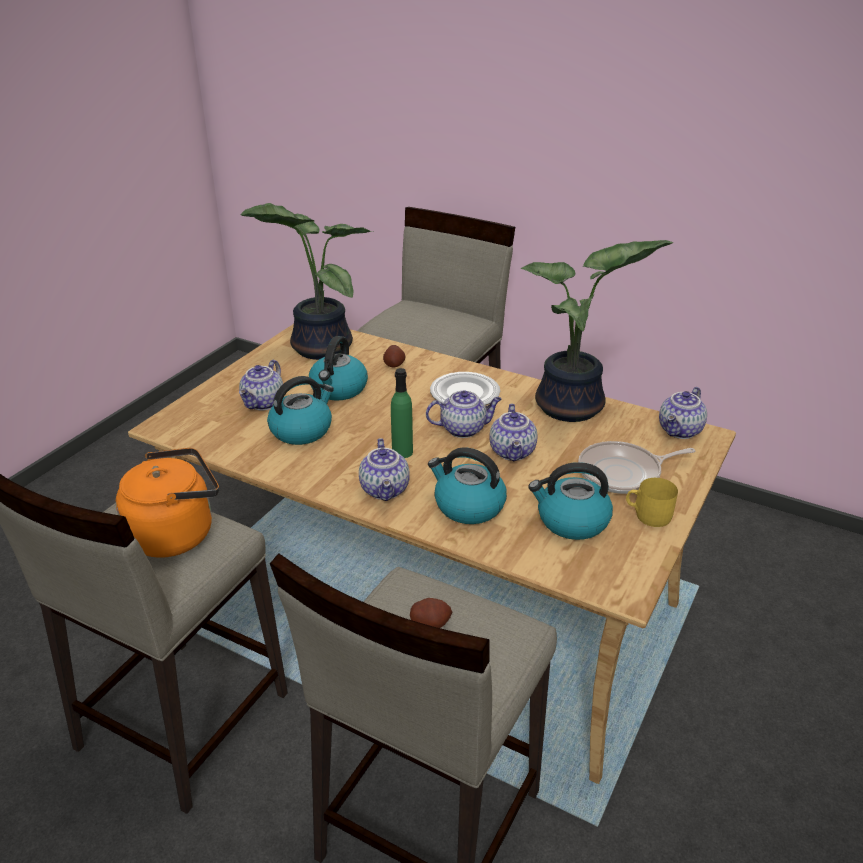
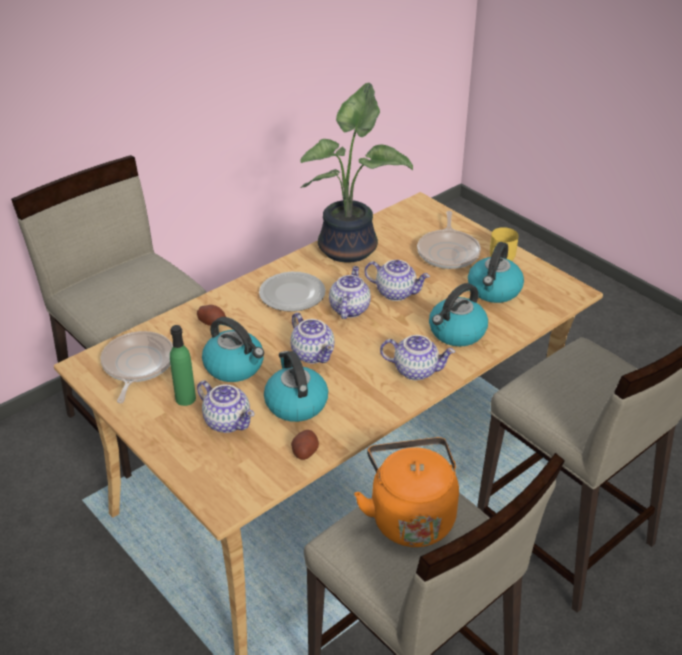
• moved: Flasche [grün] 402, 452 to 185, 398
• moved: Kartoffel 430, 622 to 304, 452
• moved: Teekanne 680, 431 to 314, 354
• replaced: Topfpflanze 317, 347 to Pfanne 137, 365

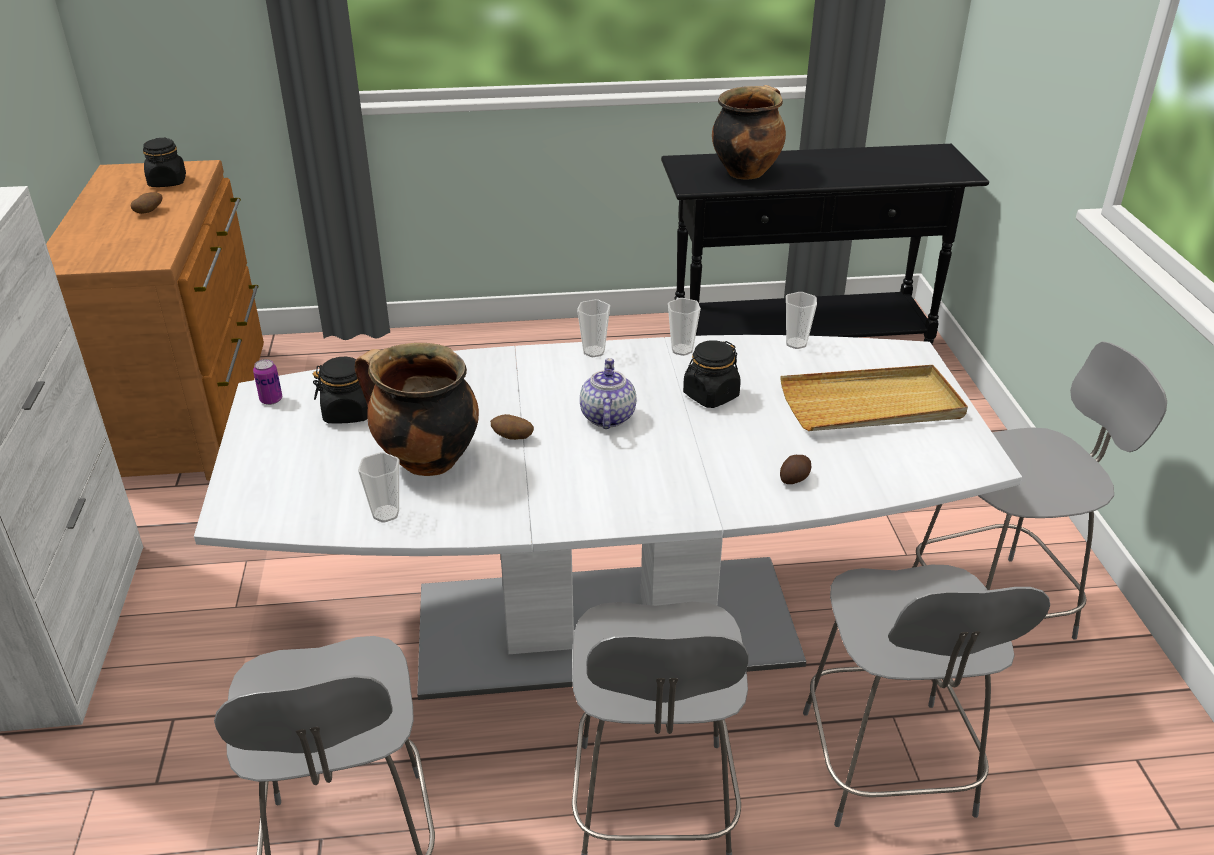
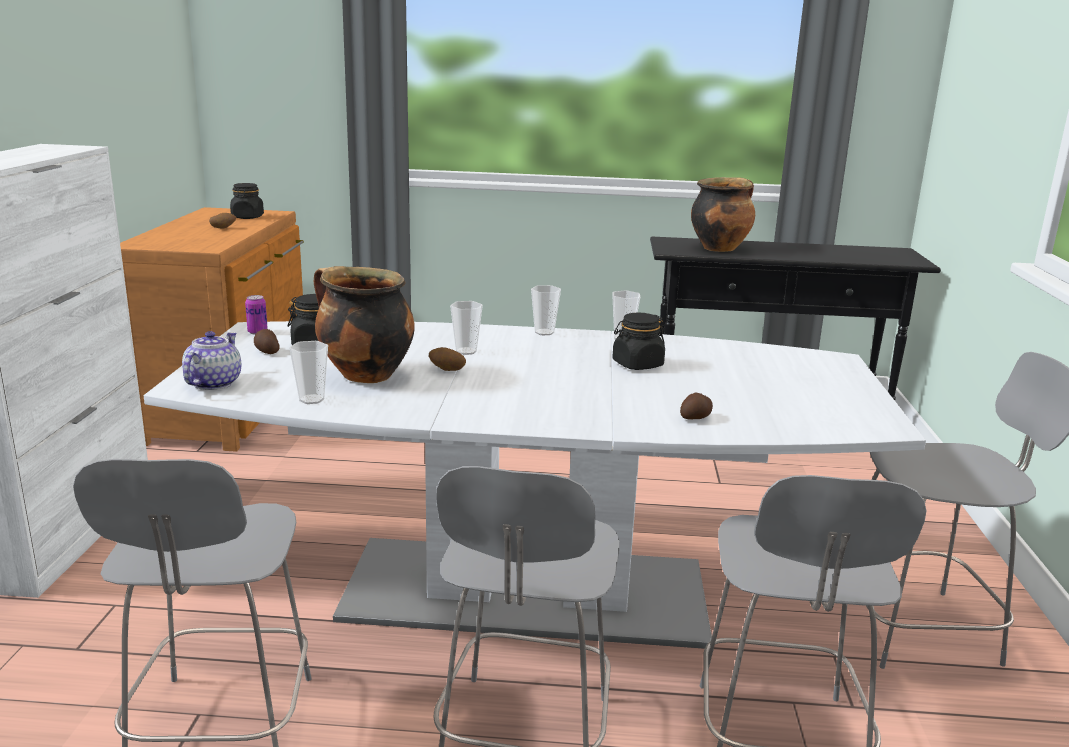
• removed: Tablett [beige] 872, 405
• added: Kartoffel 266, 351
• moved: Teekanne 607, 416 to 213, 383
• moved: Tasse 796, 343 to 466, 351

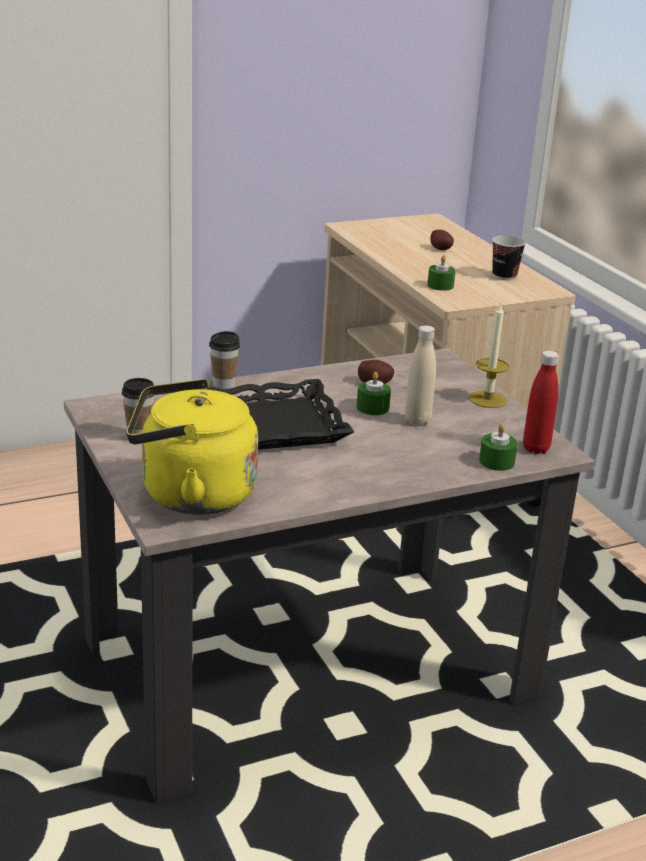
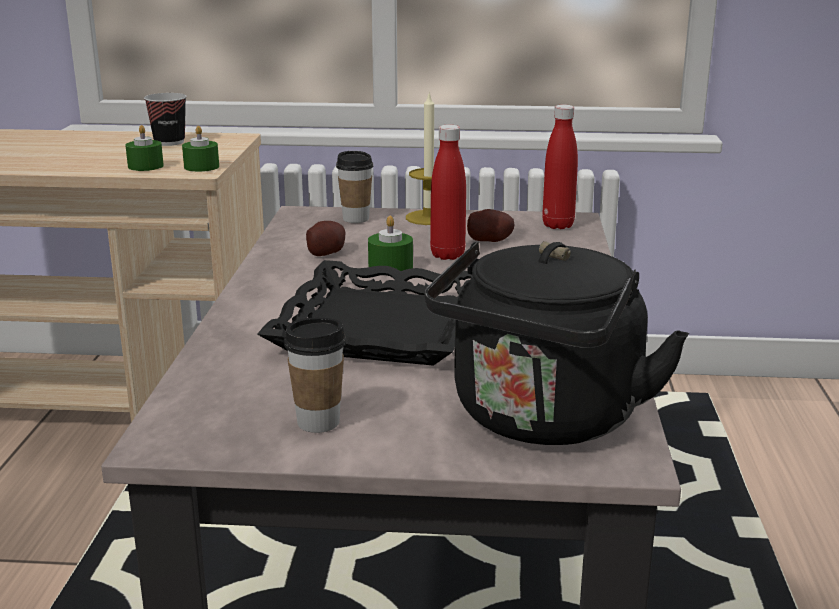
• moved: Tasse 224, 386 to 356, 219
• moved: Kartoffel 441, 248 to 490, 240
• moved: Kerze [grün] 496, 462 to 201, 167
• recoloured: Wasserkessel [gelb] 190, 495 to Wasserkessel [schwarz] 542, 420
• recoloured: Flasche [beige] 417, 421 to Flasche [rot] 447, 255

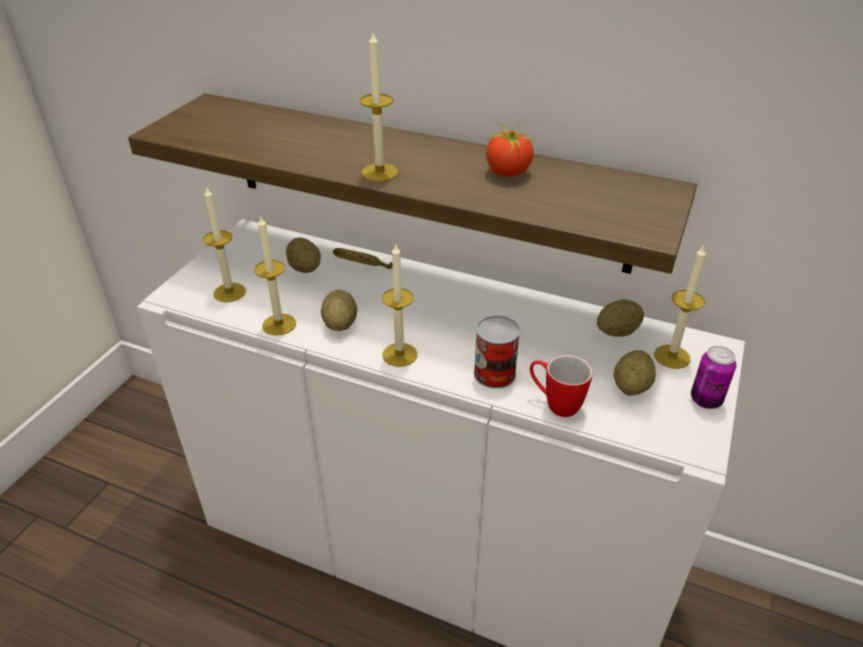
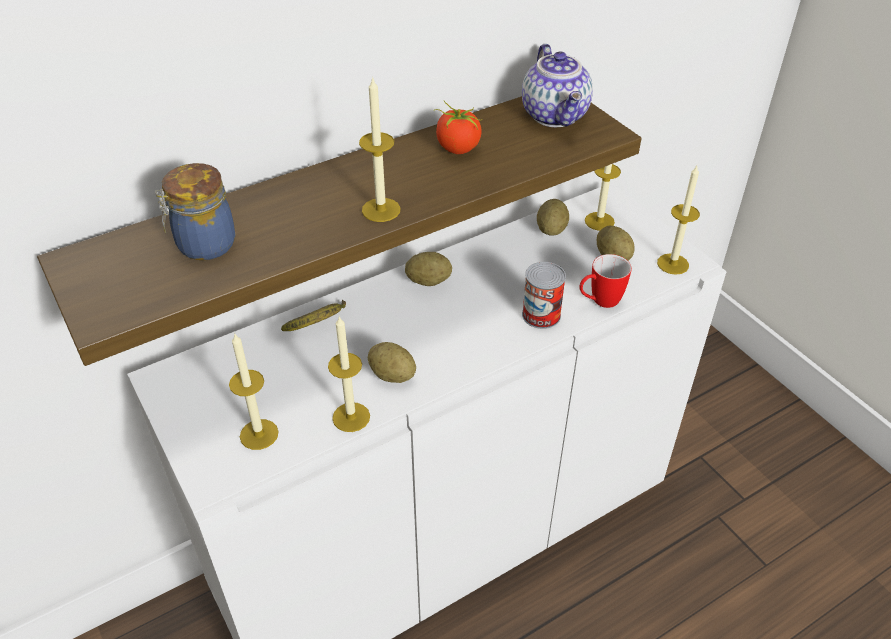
• removed: Dose 705, 400
• added: Vorratsglas 204, 245
• added: Teekanne 556, 116
• moved: Kartoffel 305, 268 to 428, 281
• moved: Kerze 399, 354 to 673, 264

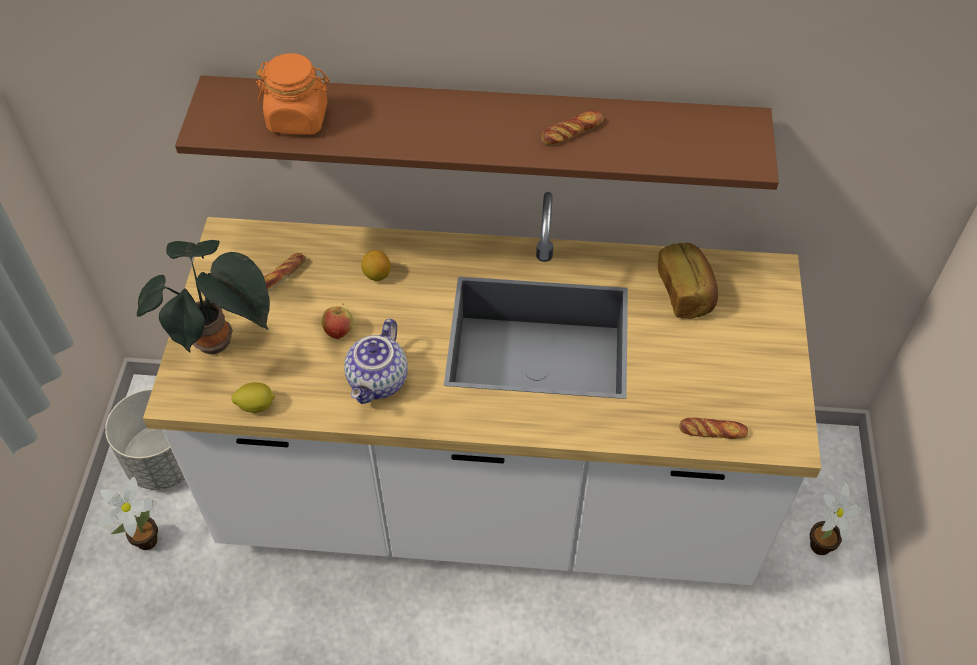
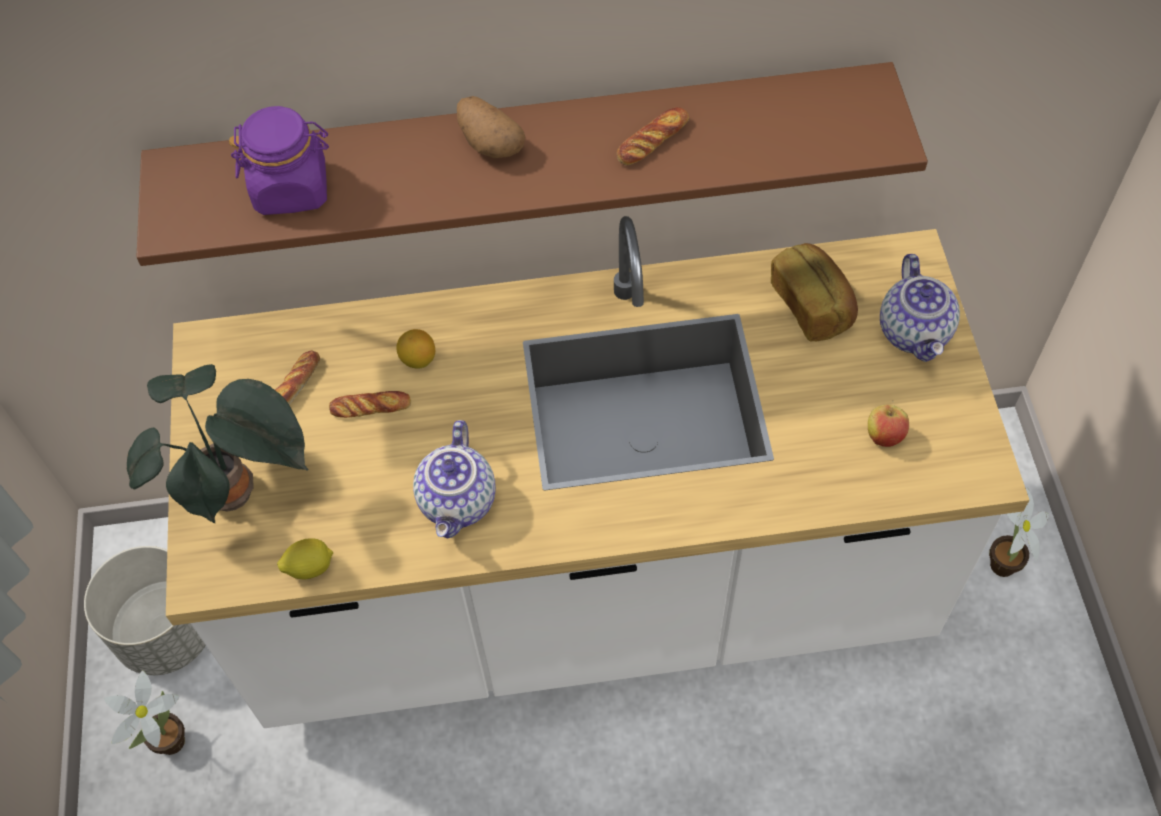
• added: Kartoffel 489, 143
• added: Teekanne 915, 332
• moved: Apfel 339, 332 to 884, 436
• moved: Brot 712, 431 to 371, 407
• recoloured: Vorratsglas [orange] 298, 118 to Vorratsglas [lila] 292, 188

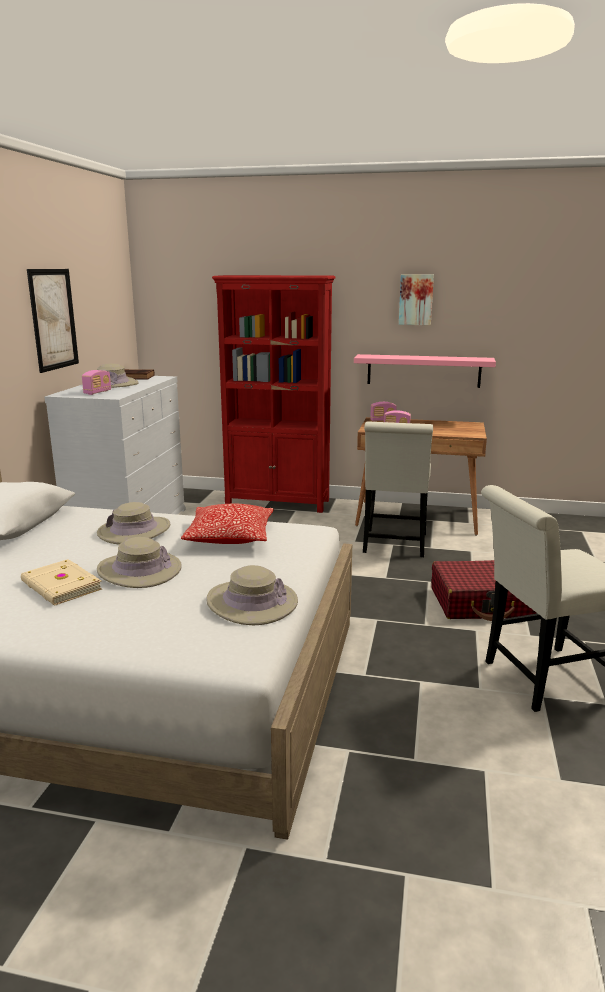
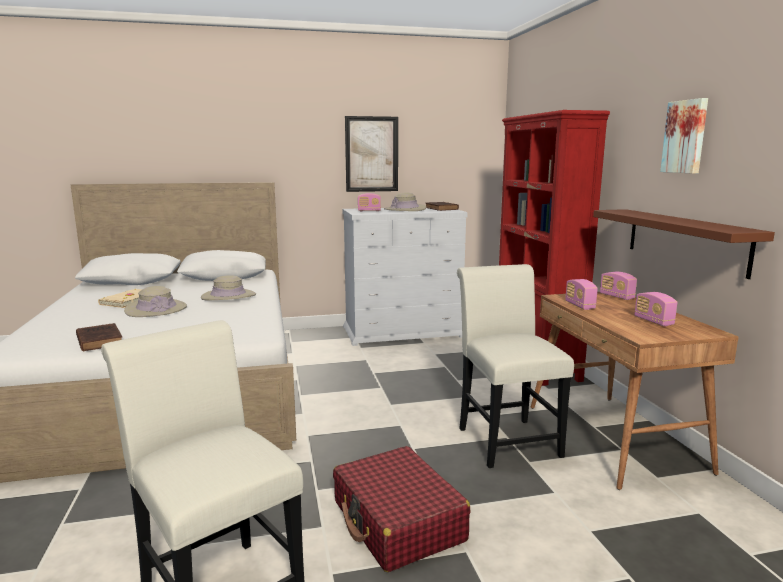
• removed: Kissen 230, 537
• added: Radio 653, 321
• replaced: Hut [beige] 252, 602 to Buch [braun] 99, 340
• recoloured: Wandregal [rosa] 423, 370 to Wandregal [braun] 685, 240
• turned: Stuhl [weiß] 394, 545 = 505, 438 90 degrees clockwise

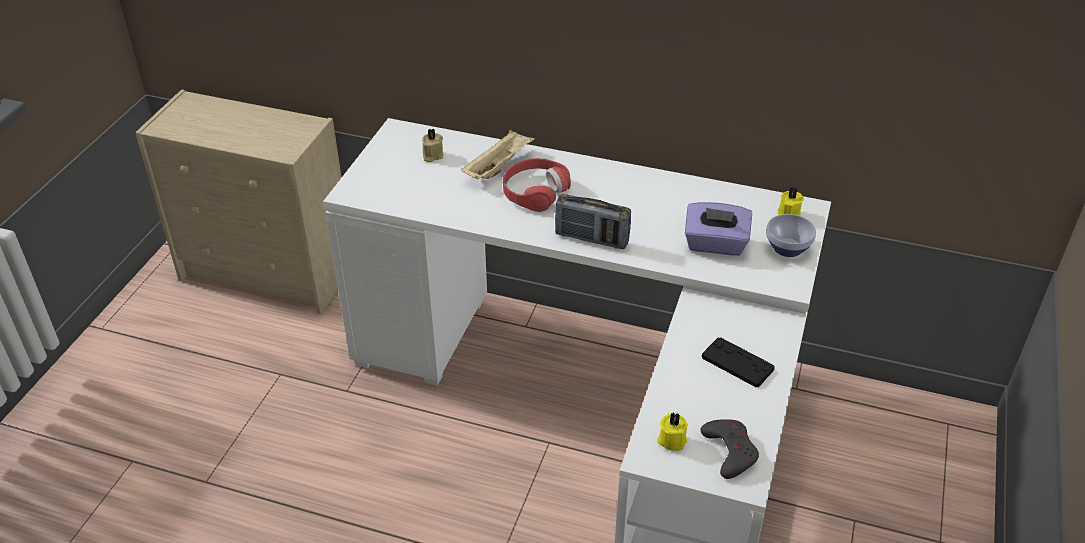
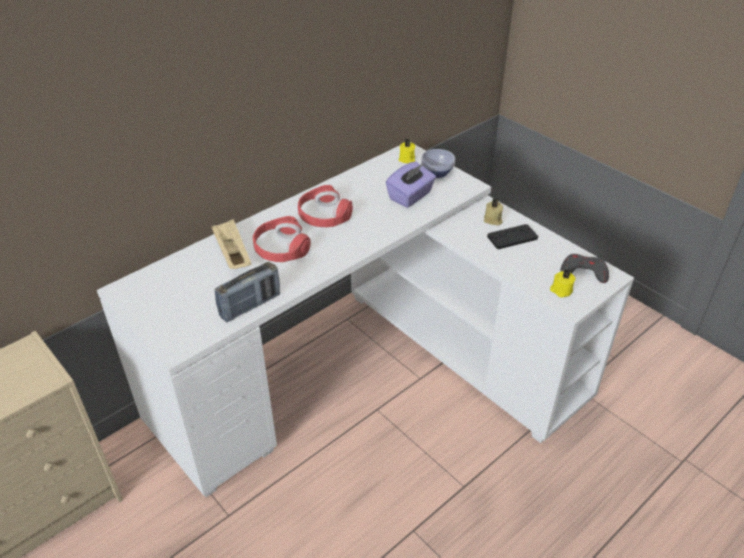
• added: Kopfhörer [rot] 324, 215
• moved: Kerze [beige] 432, 155 to 493, 220
• moved: Radio 591, 238 to 250, 306

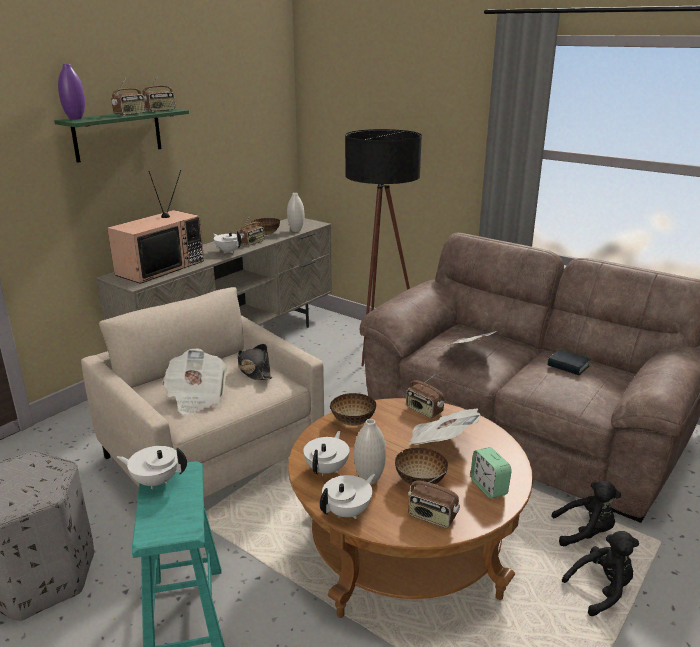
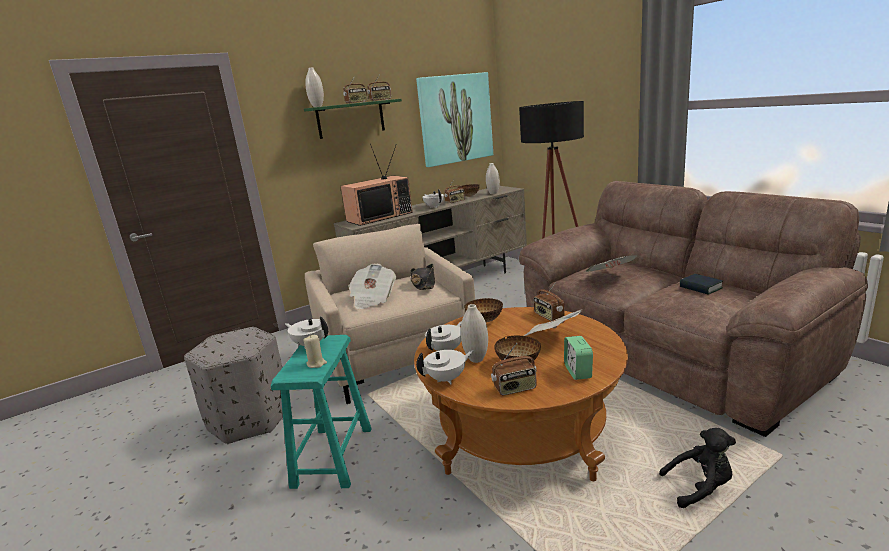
• removed: Plüschtier [schwarz] 585, 533
• added: Kerze [beige] 316, 363
• added: Bild 455, 119
• recoloured: Vase [lila] 75, 118 to Vase [weiß] 317, 106
• turned: Radio 432, 517 = 515, 389 60 degrees counterclockwise

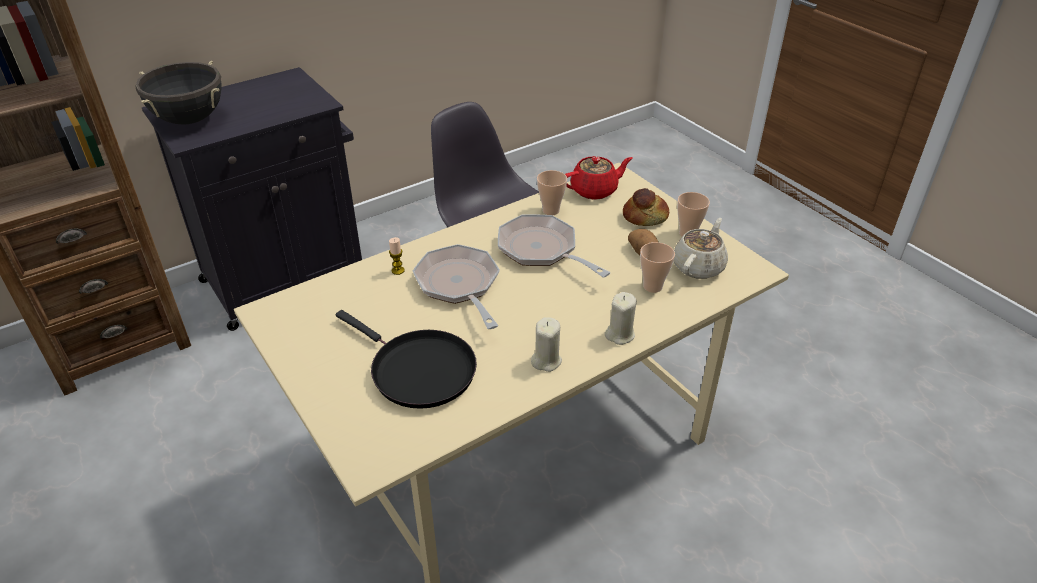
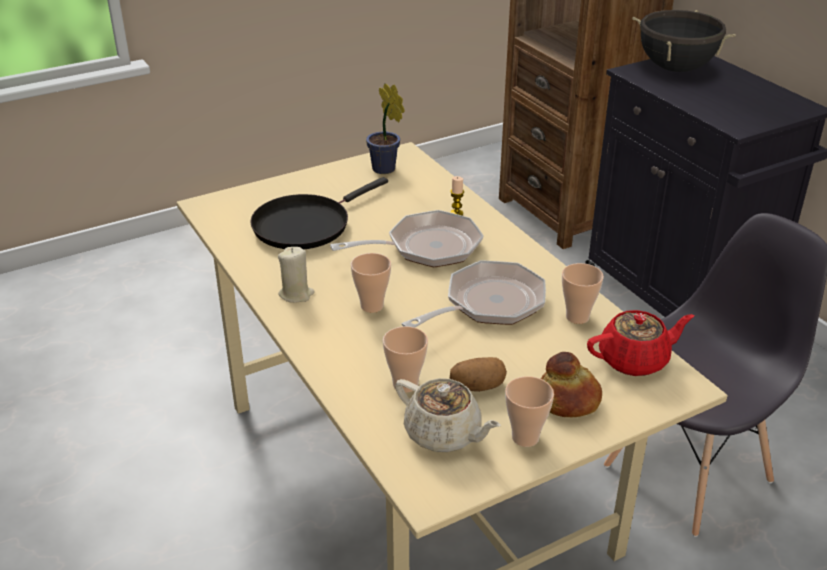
• removed: Kerze [beige] 620, 334
• added: Tasse 372, 306
• added: Topfpflanze 386, 170
• turned: Teekanne [rot] 595, 190 = 635, 360 90 degrees counterclockwise

